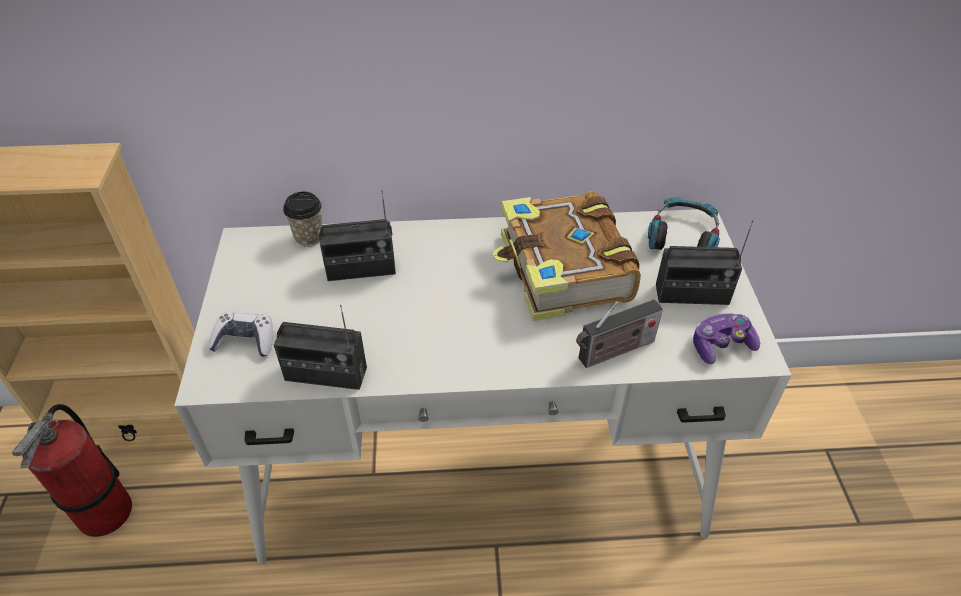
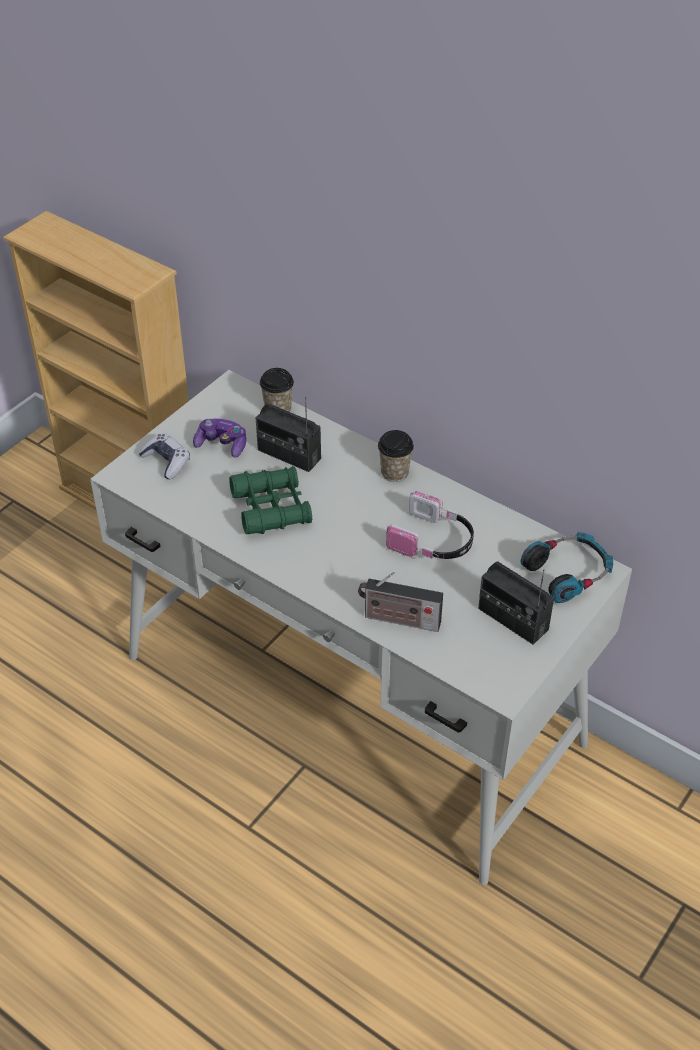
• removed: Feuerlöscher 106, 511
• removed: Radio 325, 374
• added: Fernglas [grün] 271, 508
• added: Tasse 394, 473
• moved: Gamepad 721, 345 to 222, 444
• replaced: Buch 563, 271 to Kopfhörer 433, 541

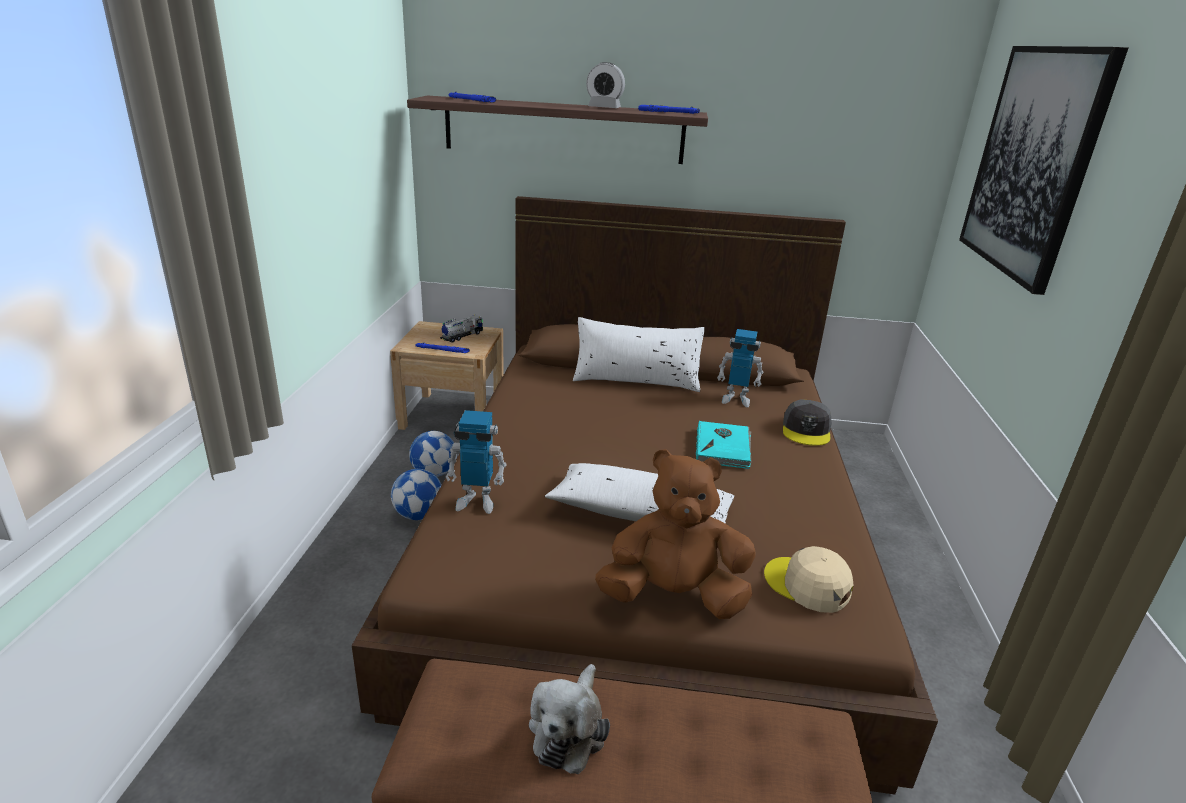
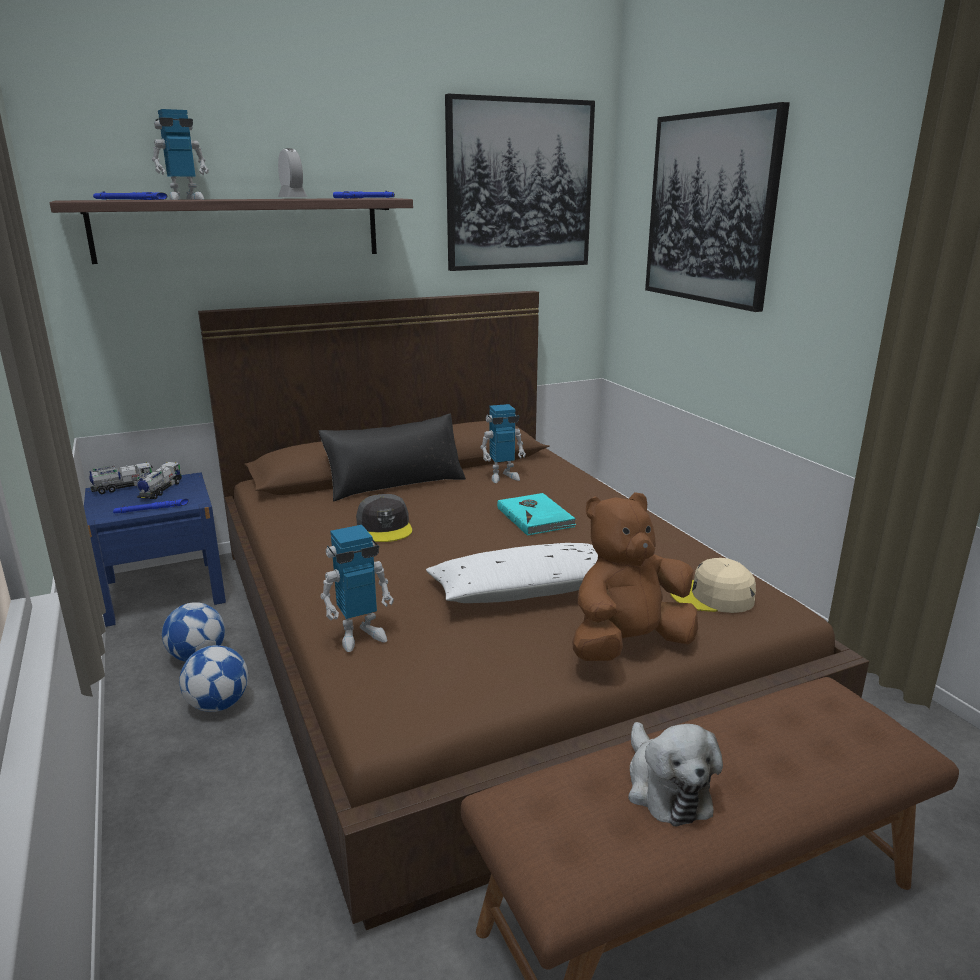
• added: Spielzeuglaster 123, 487
• added: Spielzeugroboter 185, 199
• added: Bild 519, 185
• moved: Kappe [grau] 806, 430 to 384, 527
• recoloured: Nachttisch [beige] 452, 414 to Nachttisch [blau] 163, 591
• recoloured: Kissen [weiß] 636, 380 to Kissen [schwarz] 395, 484
• turned: Wecker 604, 108 = 292, 198 105 degrees counterclockwise

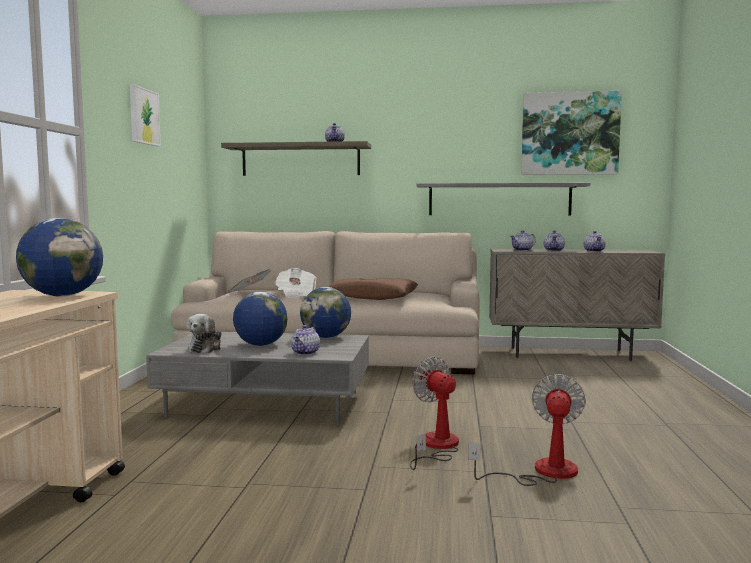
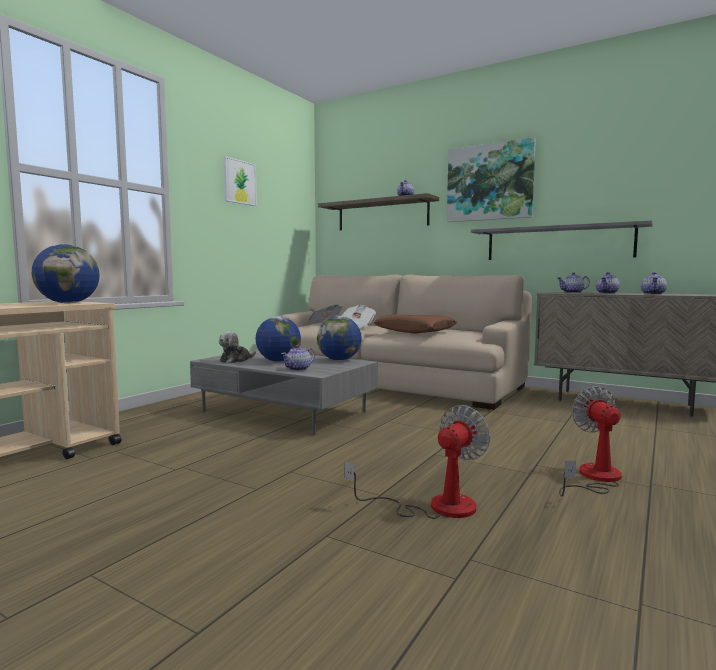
• moved: Ventilator 436, 447 to 594, 478
• moved: Bild 570, 133 to 489, 182

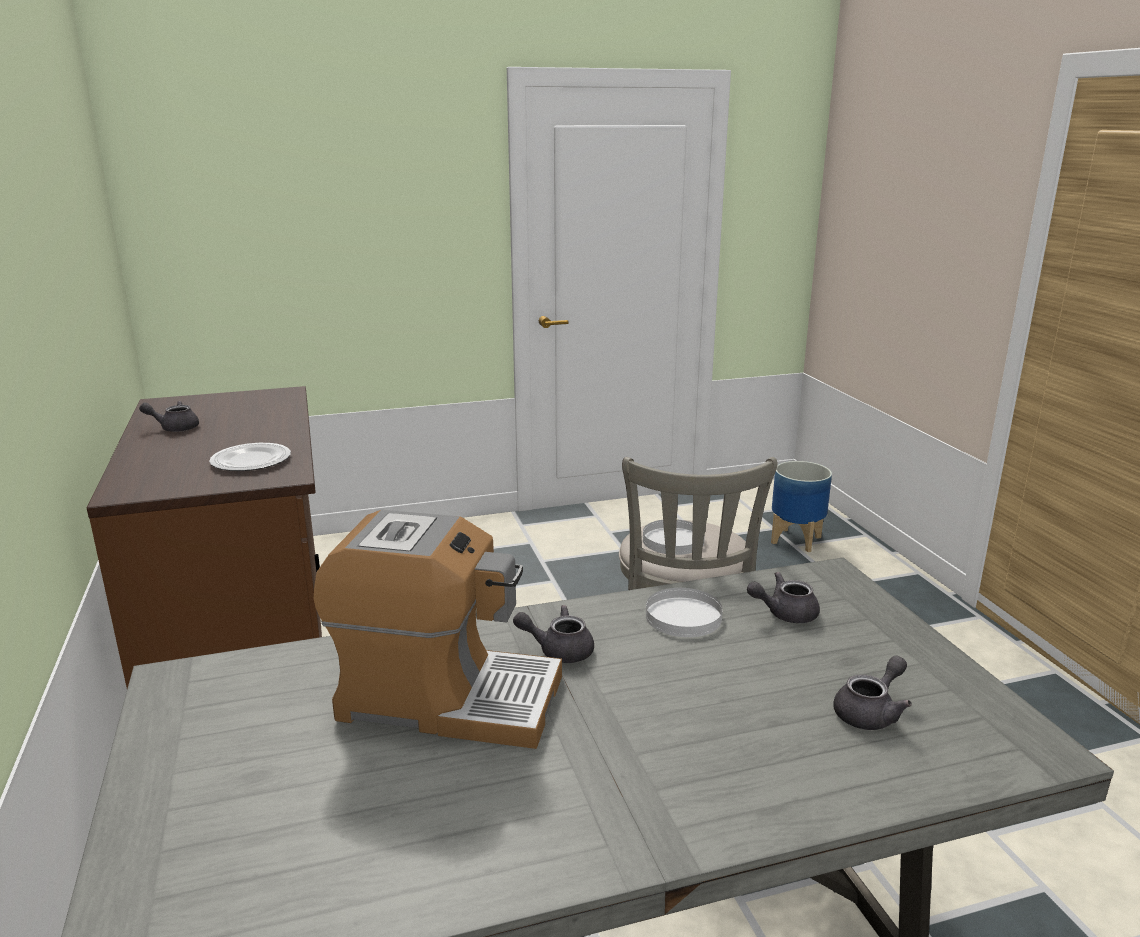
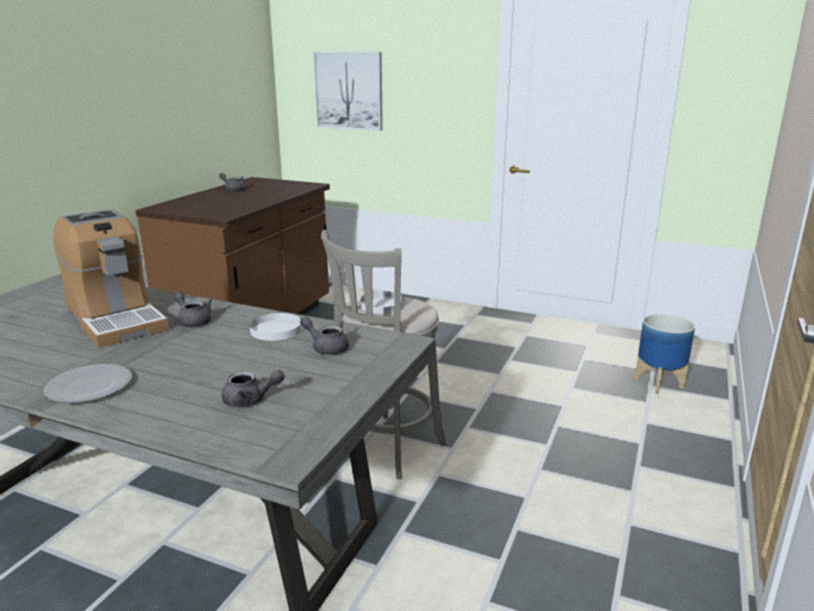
• added: Bild 349, 90
• moved: Teller 252, 460 to 91, 386

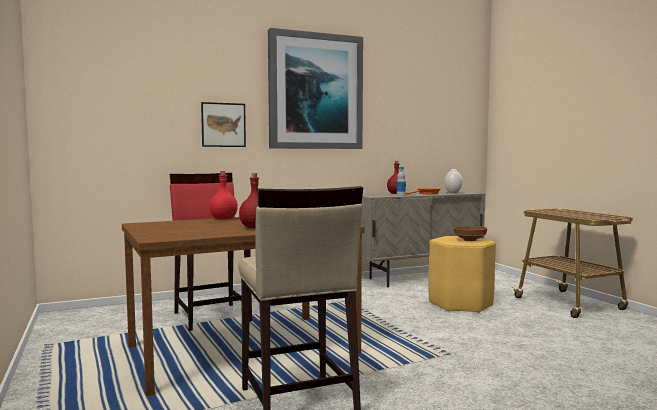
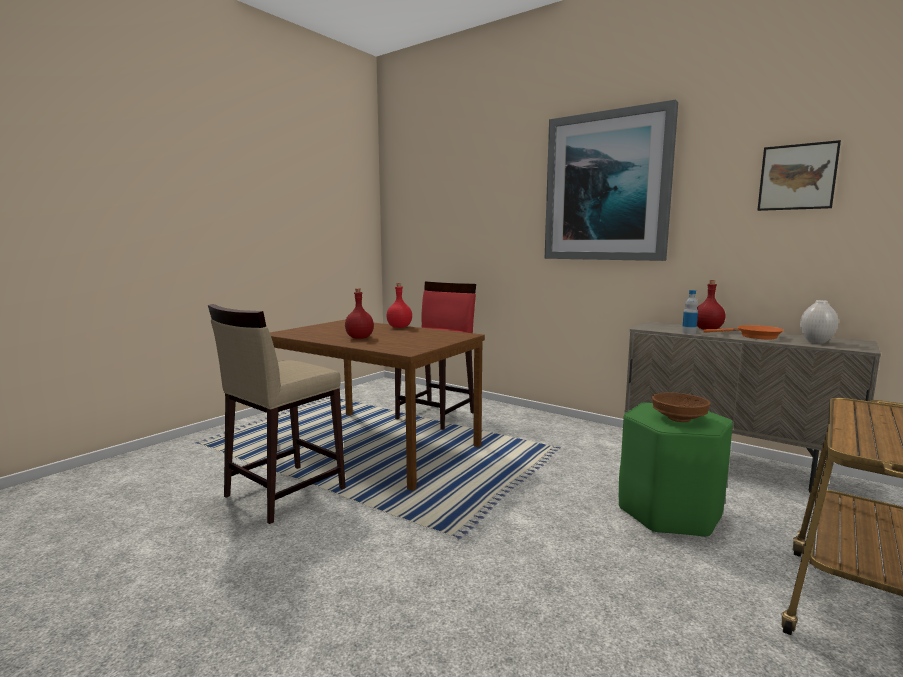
• moved: Bild 223, 125 to 797, 177
• recoloured: Hocker [gelb] 461, 304 to Hocker [grün] 670, 512

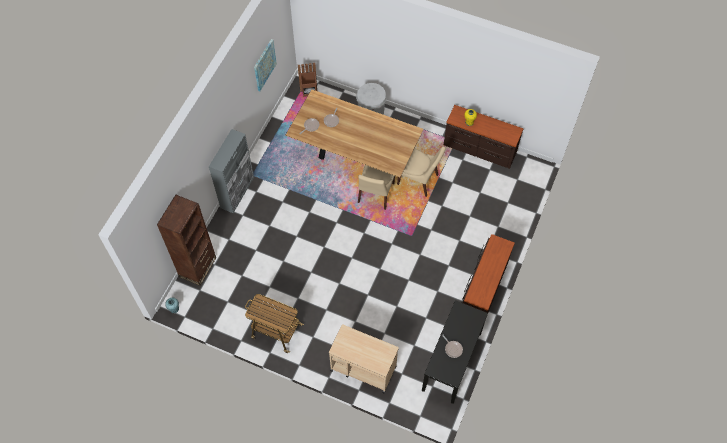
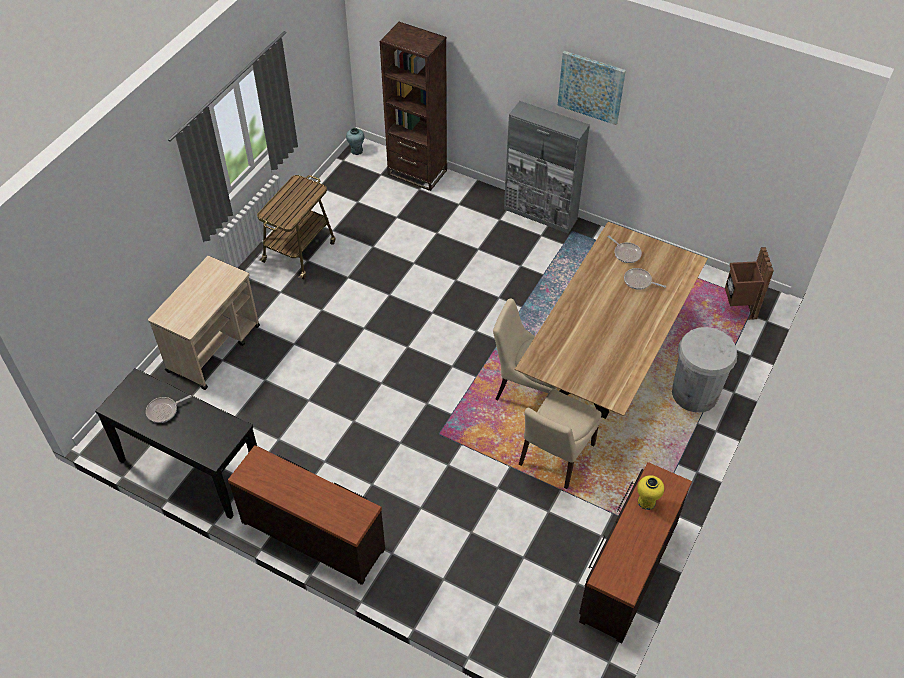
• moved: Bild 264, 65 to 591, 87

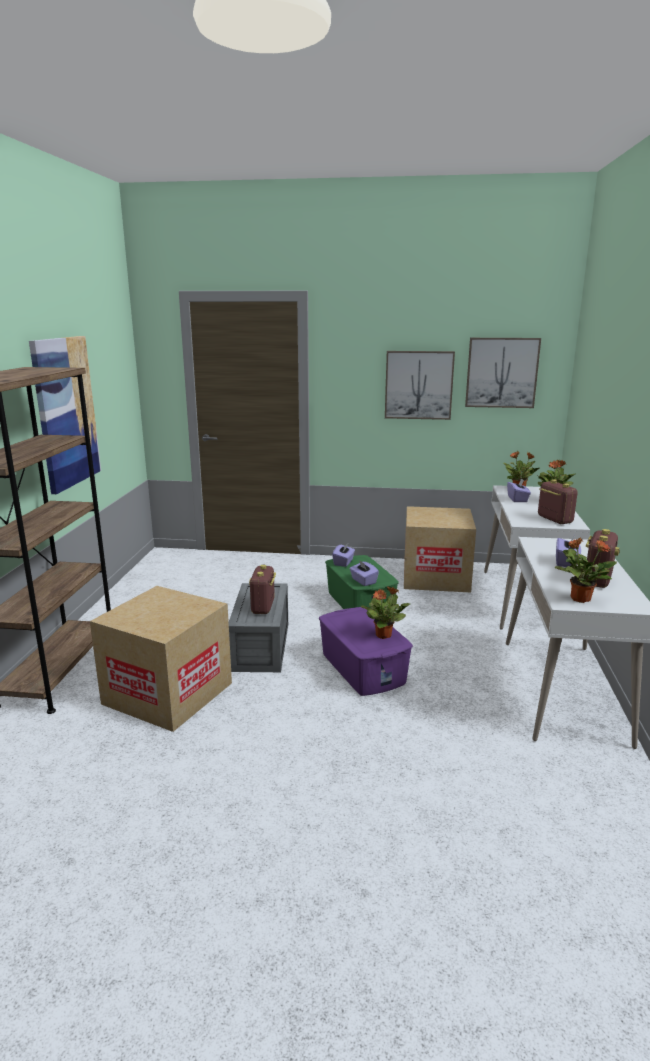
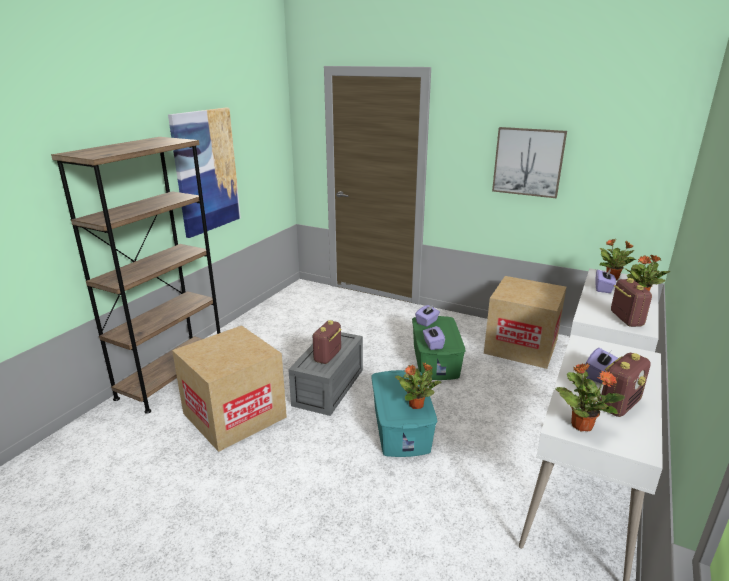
• removed: Bild 501, 372
• recoloured: Aufbewahrungsbox [lila] 363, 668 to Aufbewahrungsbox [türkis] 401, 427

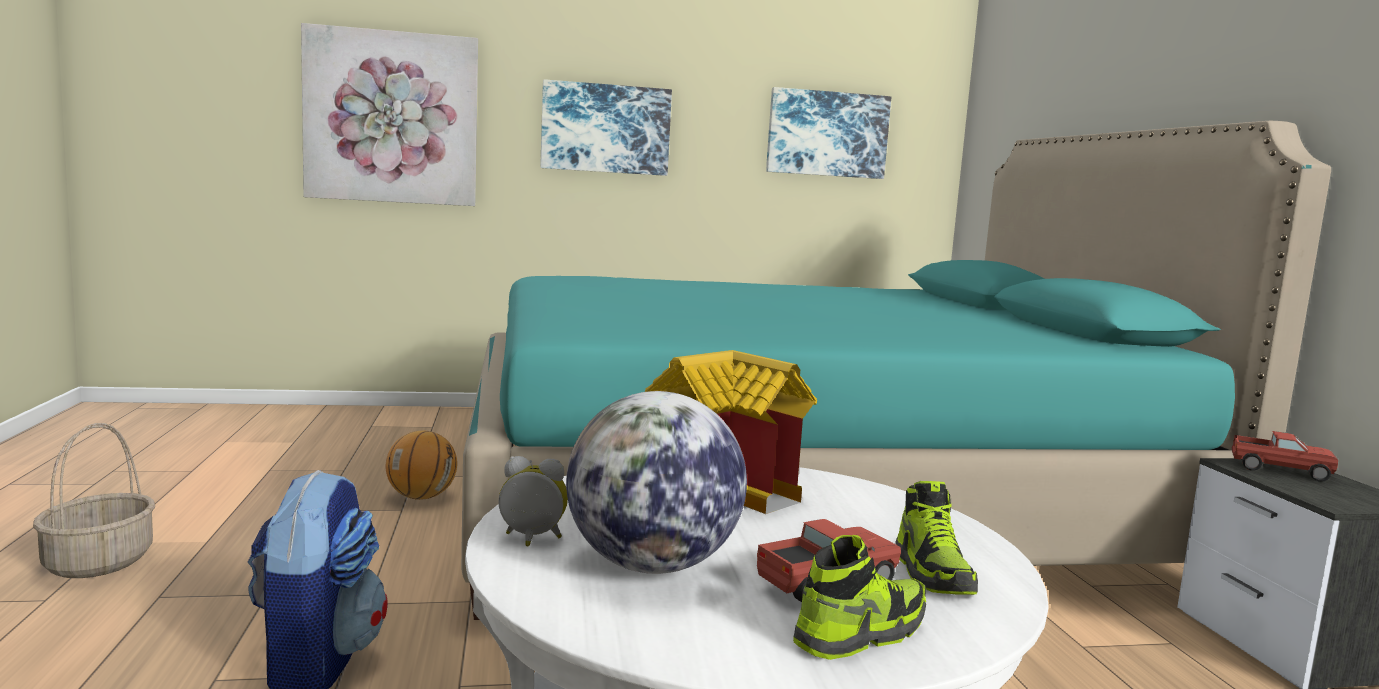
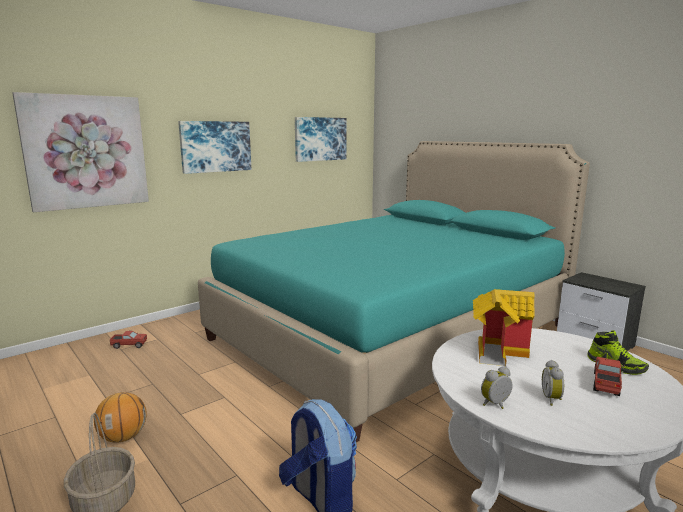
• removed: Schuh 860, 633
• moved: Basketball 421, 497 to 123, 437
• moved: Spielzeuglaster 1280, 471 to 129, 345
• replaced: Globus 652, 566 to Wecker 552, 399

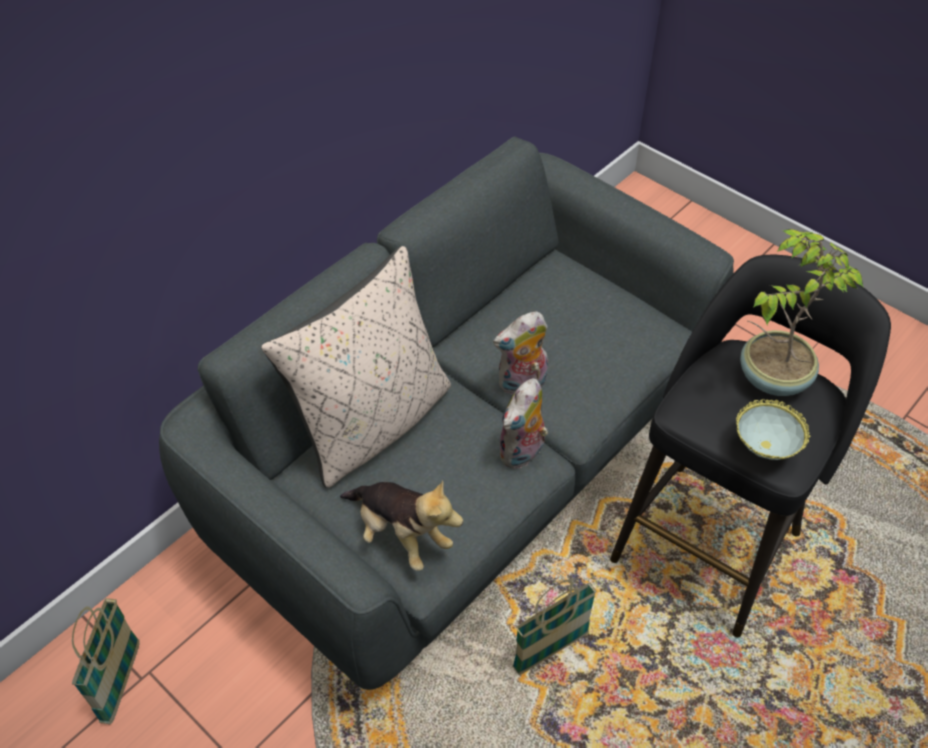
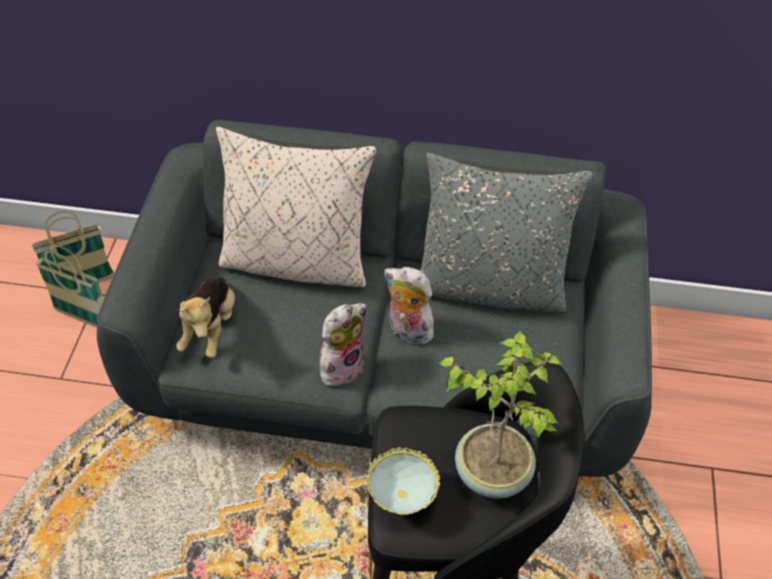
• added: Kissen [grau] 490, 287
• moved: Korb 550, 651 to 84, 318
• turned: Plüschtier 523, 453 = 341, 366 135 degrees clockwise

